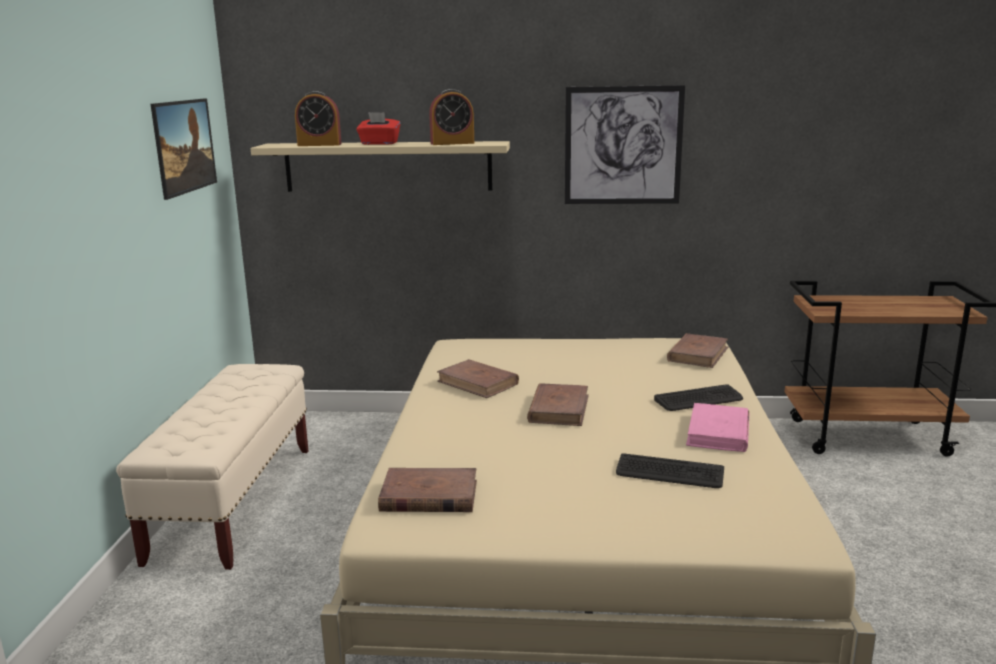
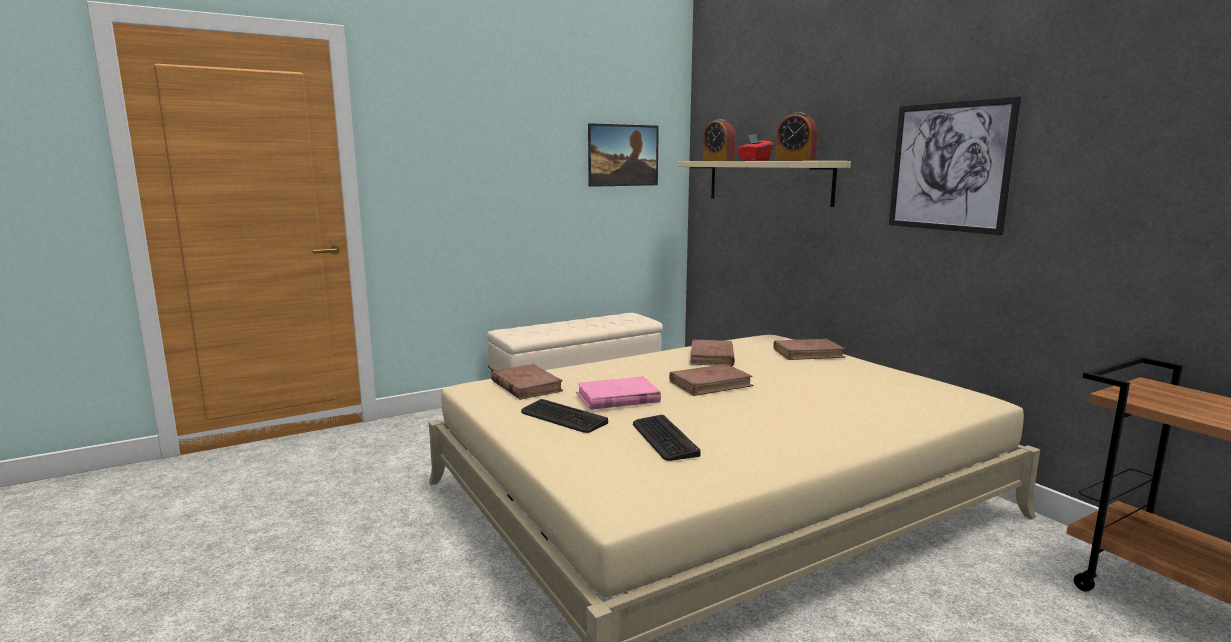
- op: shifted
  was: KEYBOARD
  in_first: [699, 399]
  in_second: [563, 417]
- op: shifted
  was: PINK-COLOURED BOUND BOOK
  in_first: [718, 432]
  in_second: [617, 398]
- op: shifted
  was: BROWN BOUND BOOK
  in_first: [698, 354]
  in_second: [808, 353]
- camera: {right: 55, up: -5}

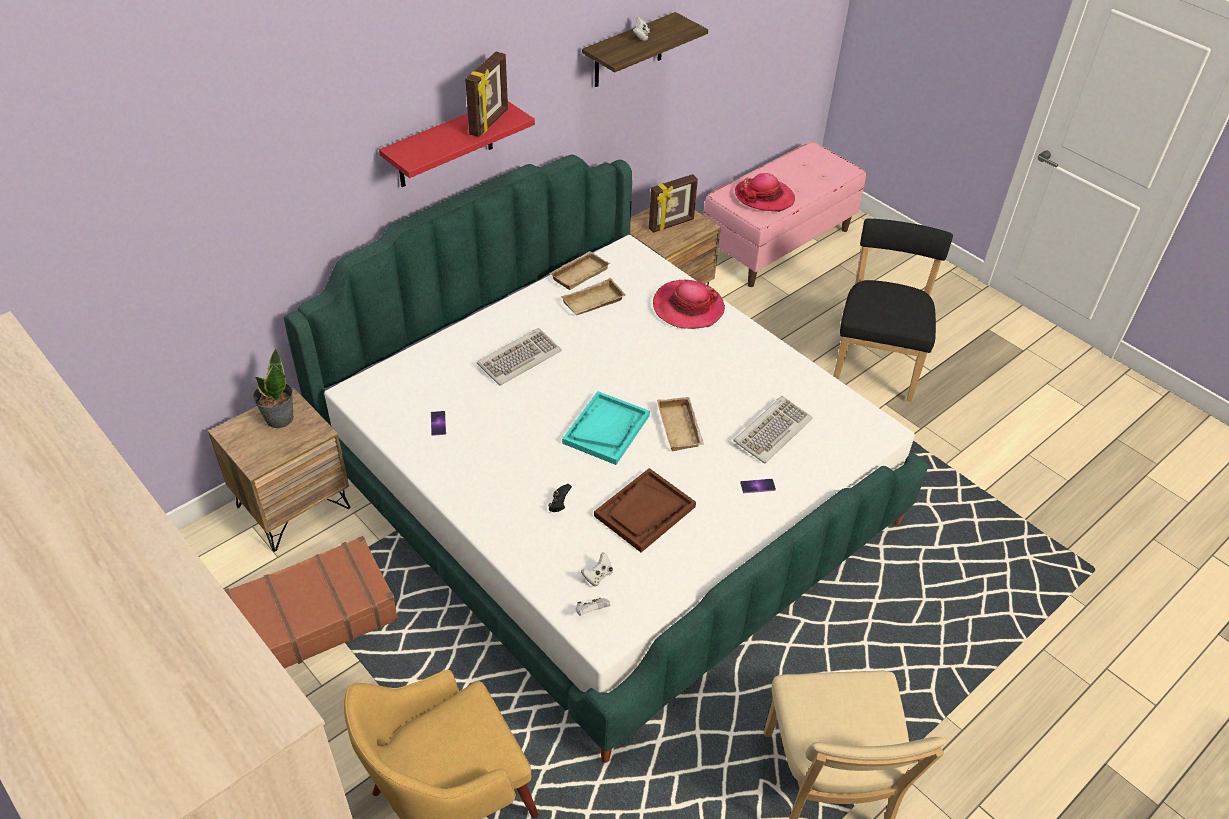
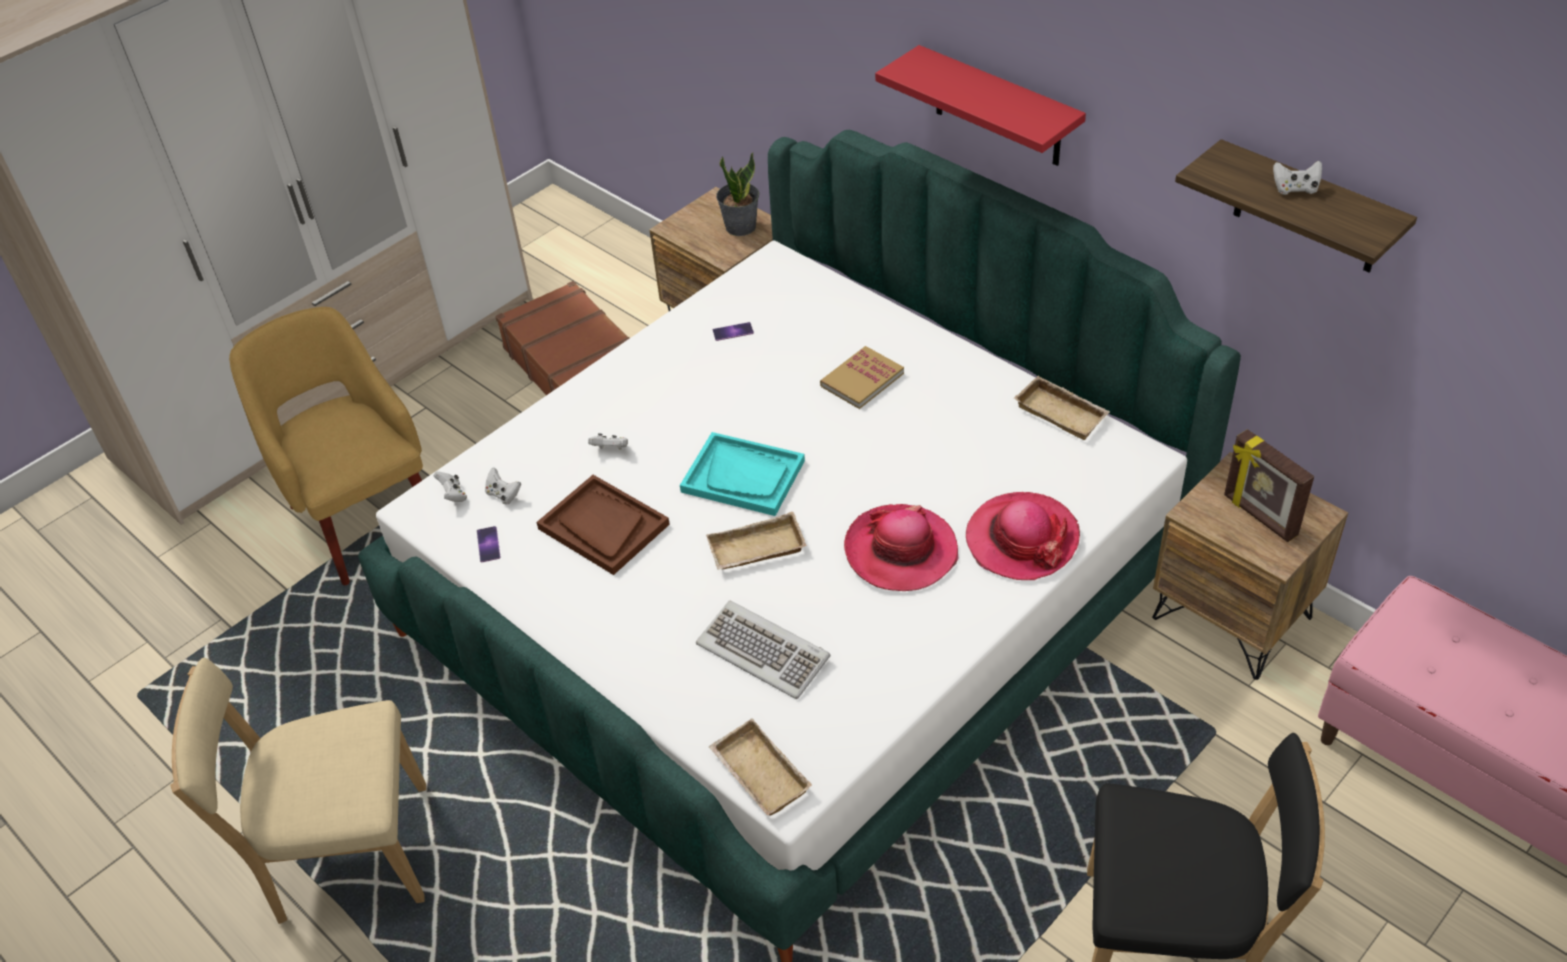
- op: shifted
  was: TELEPHONE
  in_first: [757, 486]
  in_second: [488, 544]
- op: repainted
  was: BLACK-COLOURED GAME CONTROLLER
  now: WHITISH GAME CONTROLLER
  in_first: [559, 504]
  in_second: [611, 449]
- op: shifted
  was: BEIGE SERVING TRAY
  in_first: [593, 303]
  in_second: [757, 774]
- op: swapped
  was: KEYBOARD
  now: BOUND BOOK
  in_first: [519, 358]
  in_second: [862, 380]
- op: shifted
  was: HAT
  in_first: [764, 197]
  in_second: [901, 551]
- op: gone
  was: PICTURE FRAME
  in_first: [490, 122]
- camera: {right: 90, up: 0}

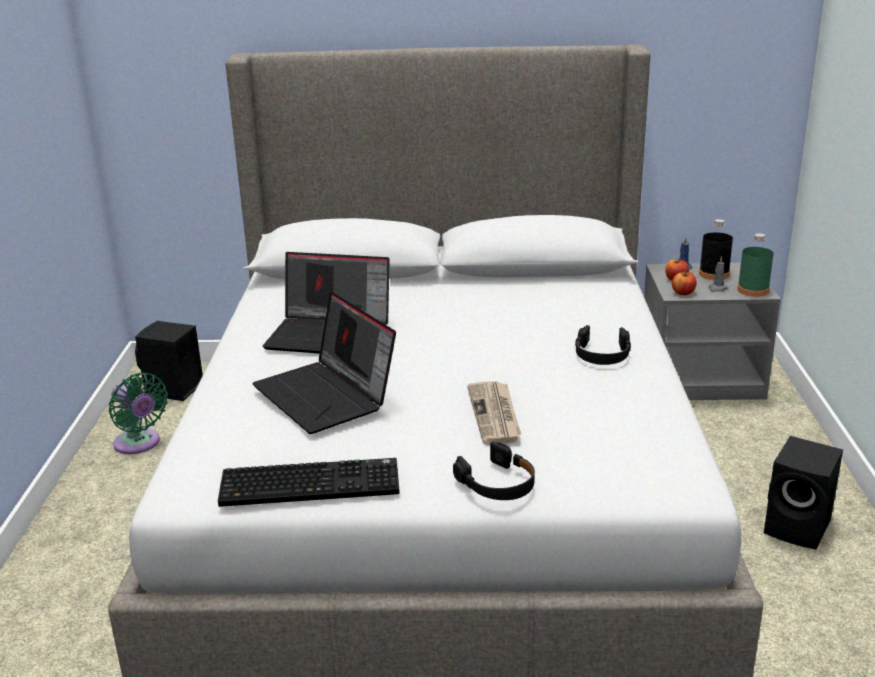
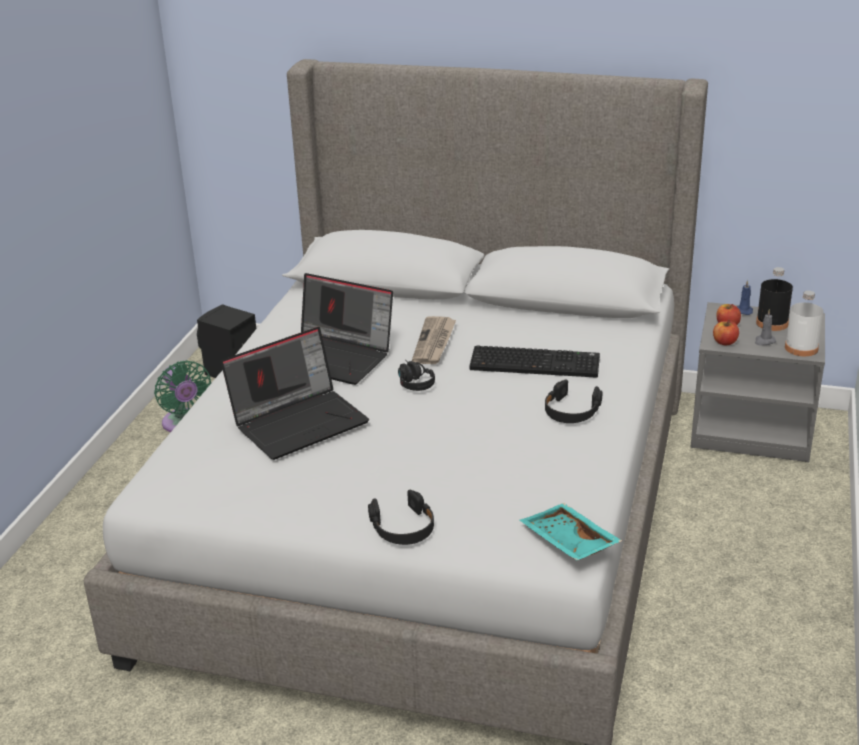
- op: rotated
  was: PORTABLE COMPUTER
  in_first: [327, 396]
  in_second: [300, 421]
  clockwise: -105
- op: new
  now: BLACK-COLOURED HEADPHONES
  in_second: [412, 382]
- op: shifted
  was: DAILY PAPER
  in_first: [495, 415]
  in_second: [434, 343]
- op: shifted
  was: KEYBOARD
  in_first: [312, 483]
  in_second: [536, 363]
- op: new
  now: BLUE-GREEN SERVING TRAY
  in_second: [567, 543]
- op: repainted
  was: GREENISH BOTTLE
  now: WHITISH BOTTLE
  in_first: [753, 290]
  in_second: [801, 348]
- op: gone
  was: BLACK-COLOURED AUDIO SPEAKER
  in_first: [799, 528]
- camera: {right: 15, up: 5}

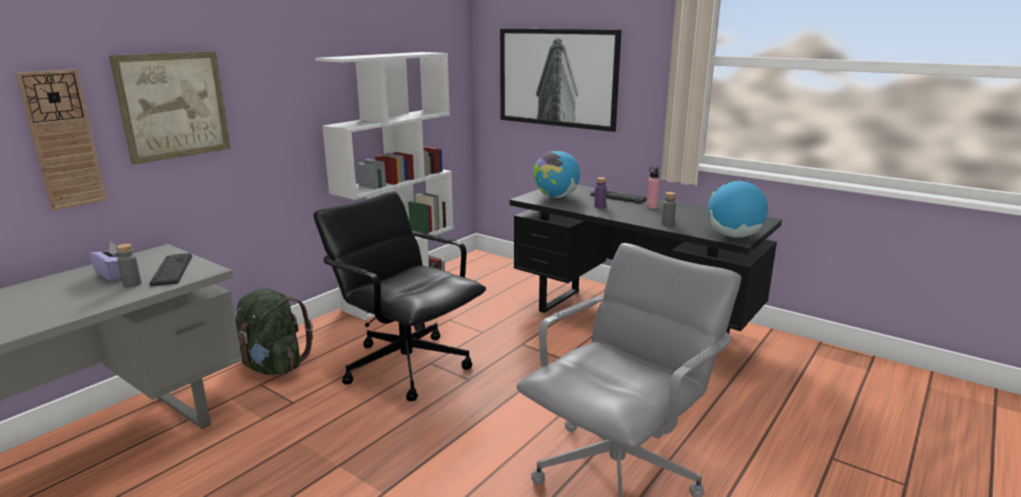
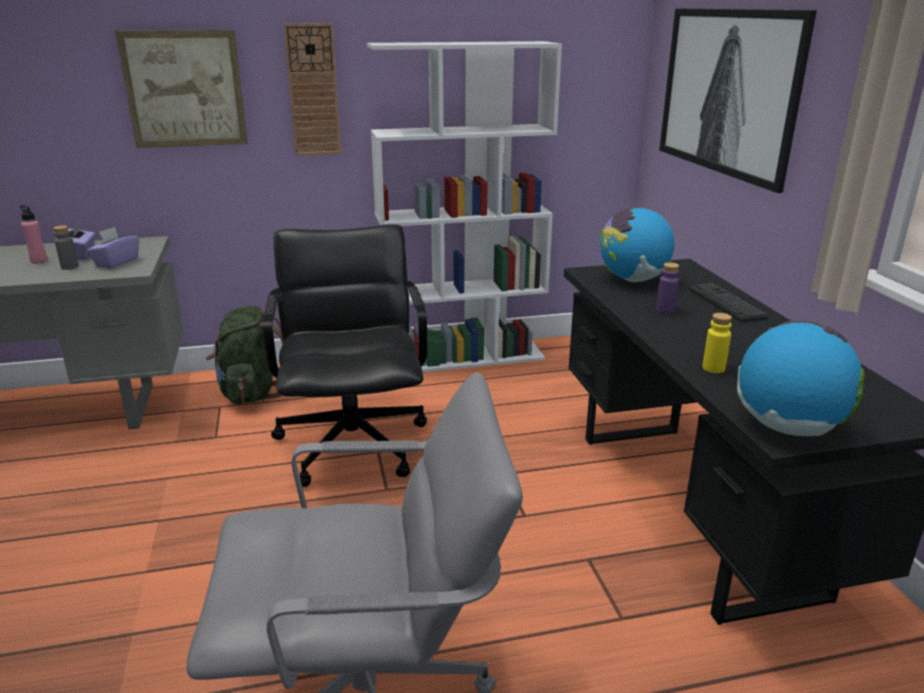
- op: shifted
  was: PINK-COLOURED BOTTLE
  in_first: [651, 207]
  in_second: [39, 261]
- op: swapped
  was: KEYBOARD
  now: PURPLE-COLOURED TISSUE BOX
  in_first: [172, 270]
  in_second: [116, 262]
- op: shifted
  was: CLOCK ON THE WALL
  in_first: [63, 140]
  in_second: [313, 91]
- op: repainted
  was: GRAY BOTTLE
  now: YELLOWISH BOTTLE
  in_first: [667, 224]
  in_second: [713, 368]
- camera: {right: 40, up: 5}

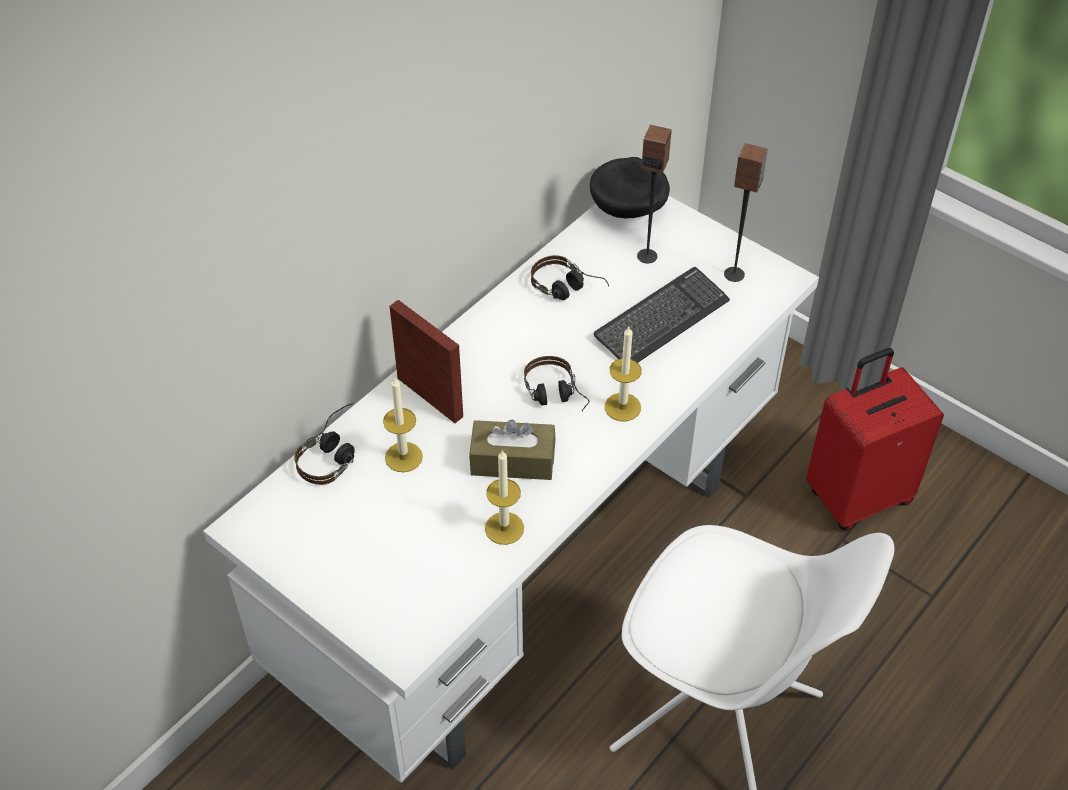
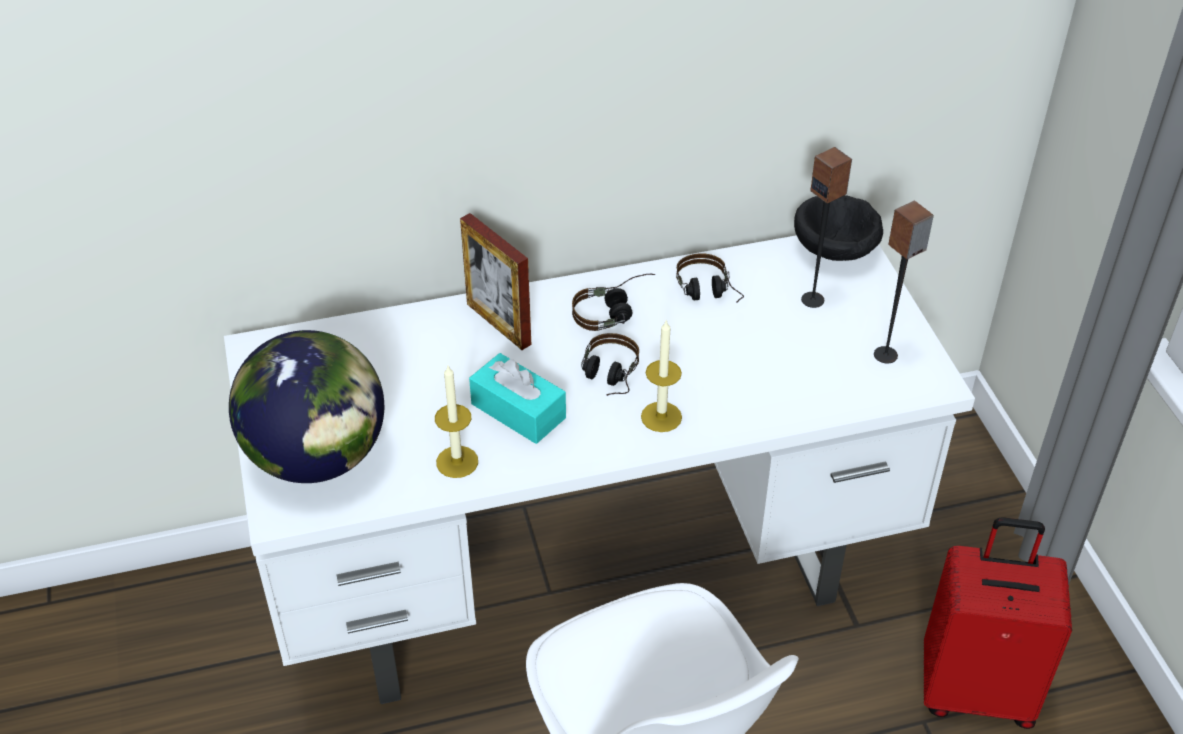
- op: new
  now: DESK GLOBE
  in_second: [318, 457]
- op: rotated
  was: PICTURE FRAME
  in_first: [430, 397]
  in_second: [498, 324]
  clockwise: 150
- op: repainted
  was: BROWN TISSUE BOX
  now: BLUE-GREEN TISSUE BOX
  in_first: [512, 461]
  in_second: [518, 411]
- op: shifted
  was: HEADPHONES
  in_first: [334, 453]
  in_second: [615, 311]
- op: gone
  was: CANDLE
  in_first: [403, 457]
- op: gone
  was: KEYBOARD
  in_first: [661, 320]
- camera: {right: 35, up: -5}

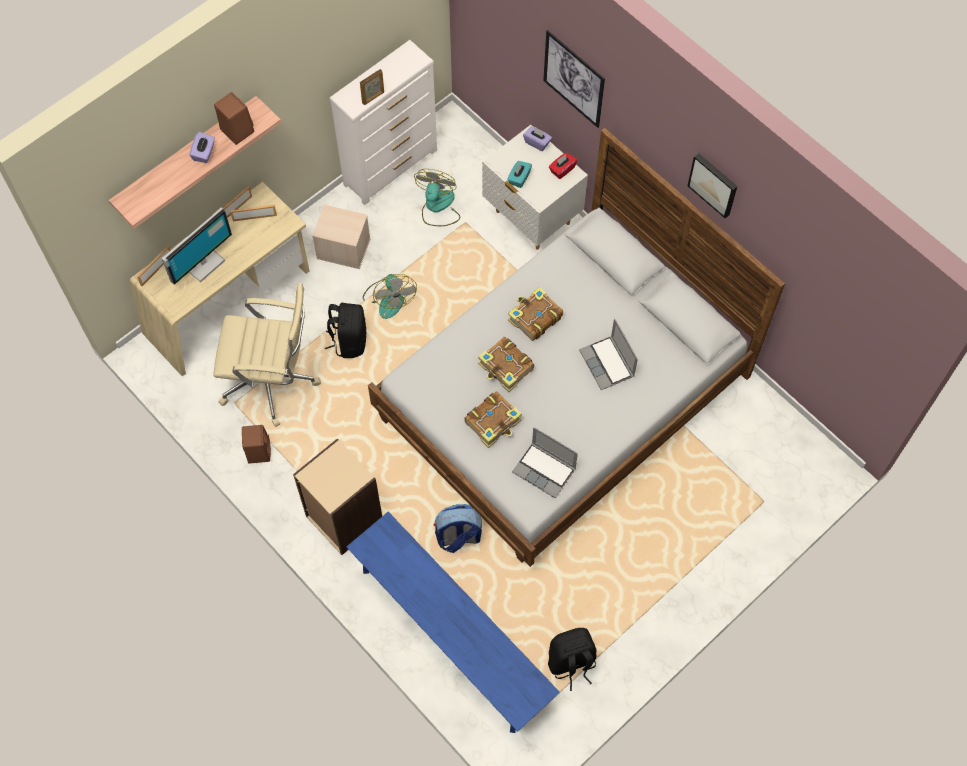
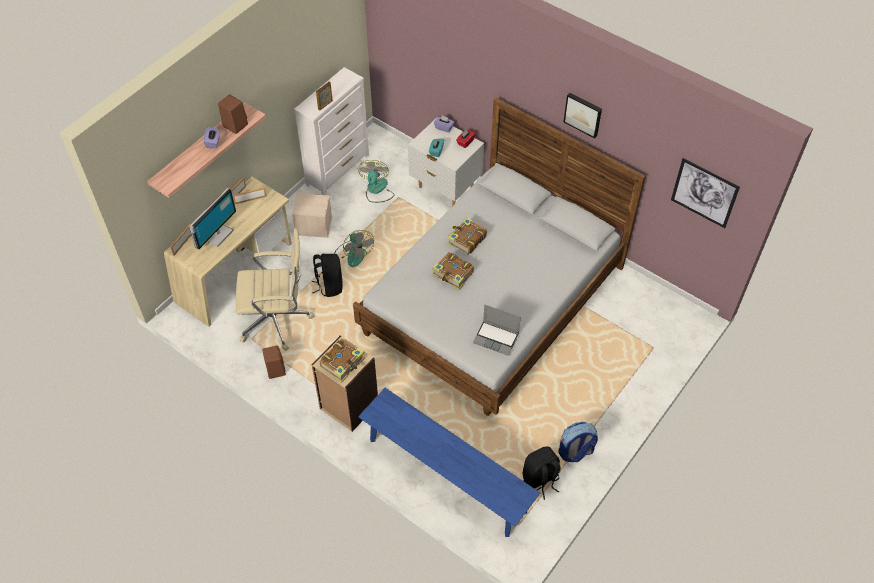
- op: shifted
  was: BOUND BOOK
  in_first: [493, 422]
  in_second: [343, 363]
- op: shifted
  was: KNAPSACK
  in_first: [458, 537]
  in_second: [575, 452]
- op: shifted
  was: PICTURE
  in_first: [573, 79]
  in_second: [704, 193]
- op: gone
  was: PORTABLE COMPUTER
  in_first: [608, 364]
- camera: {right: -10, up: -10}

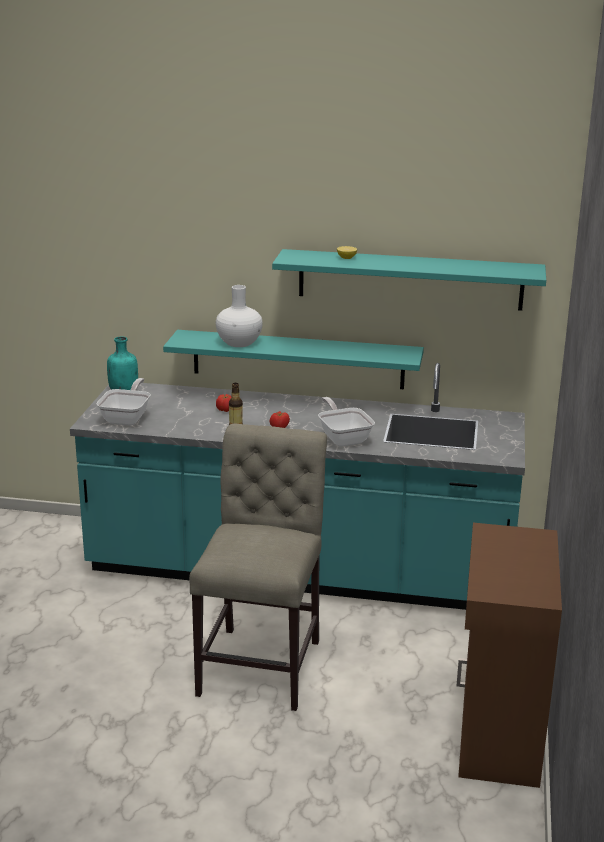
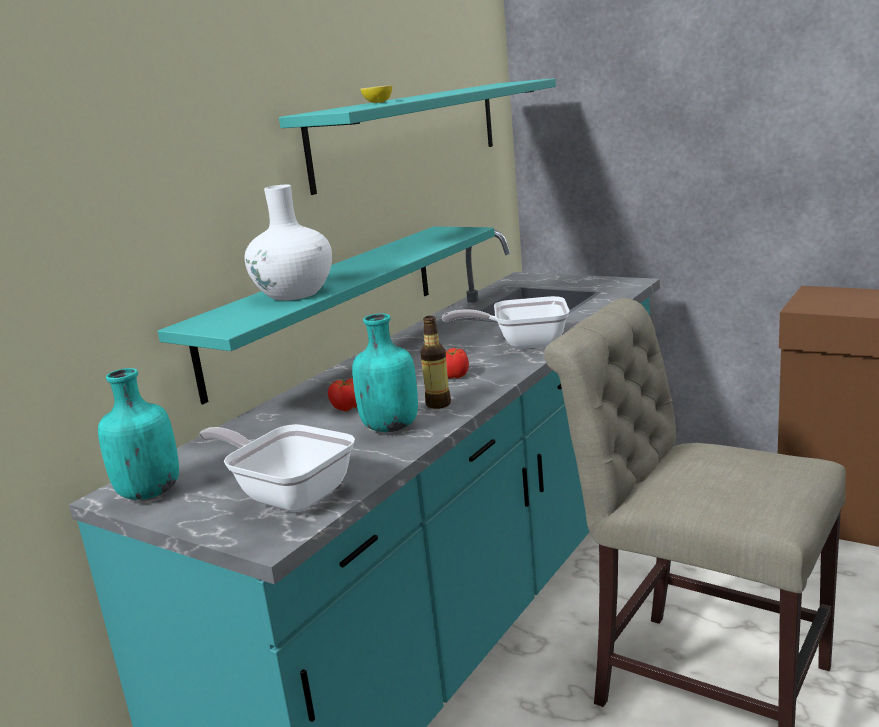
- op: new
  now: BLUE-GREEN BOTTLE
  in_second: [390, 427]
- camera: {right: -65, up: -5}

